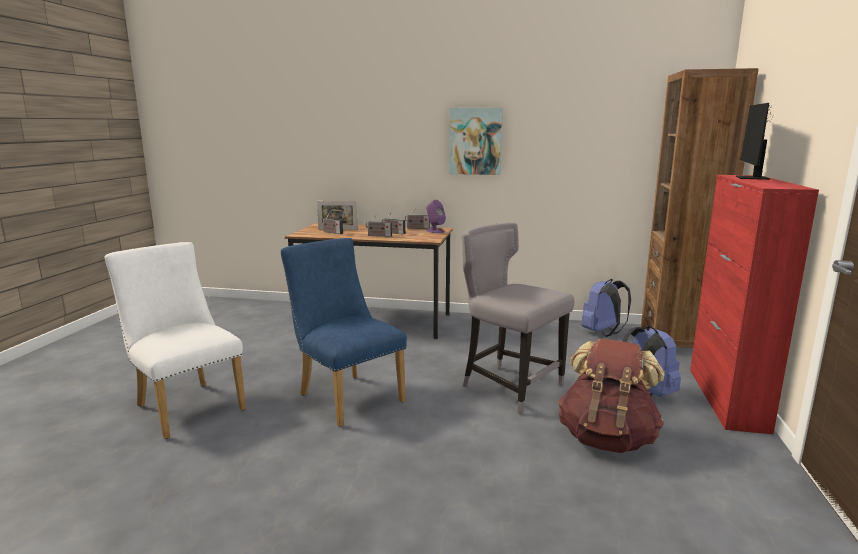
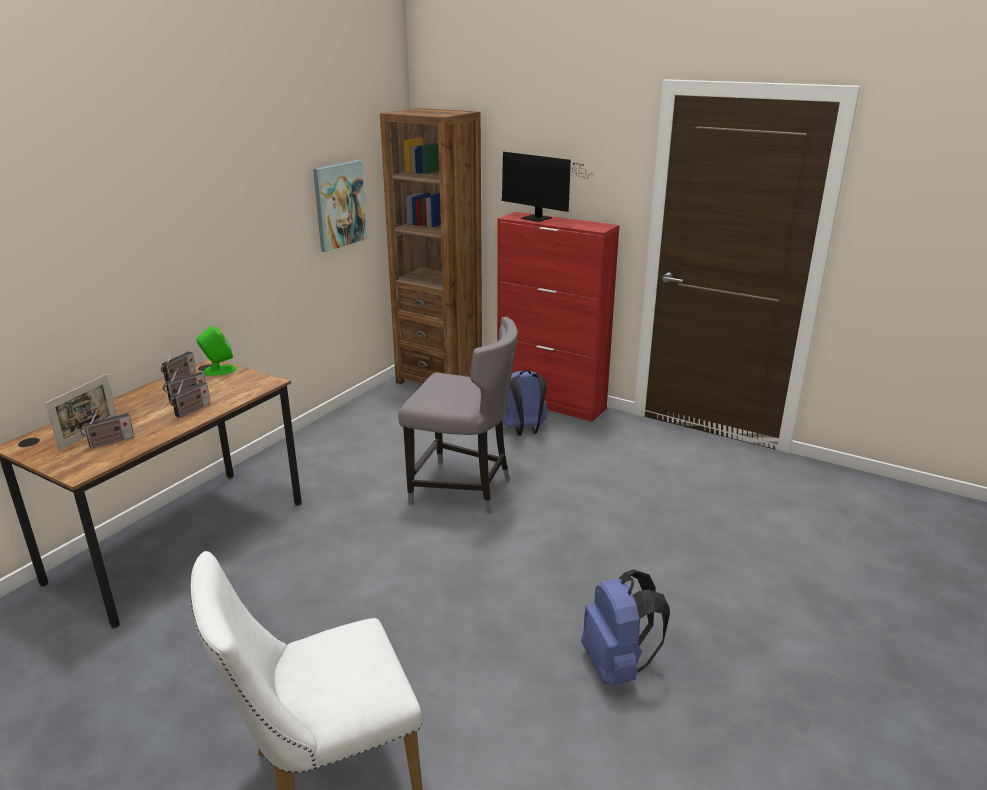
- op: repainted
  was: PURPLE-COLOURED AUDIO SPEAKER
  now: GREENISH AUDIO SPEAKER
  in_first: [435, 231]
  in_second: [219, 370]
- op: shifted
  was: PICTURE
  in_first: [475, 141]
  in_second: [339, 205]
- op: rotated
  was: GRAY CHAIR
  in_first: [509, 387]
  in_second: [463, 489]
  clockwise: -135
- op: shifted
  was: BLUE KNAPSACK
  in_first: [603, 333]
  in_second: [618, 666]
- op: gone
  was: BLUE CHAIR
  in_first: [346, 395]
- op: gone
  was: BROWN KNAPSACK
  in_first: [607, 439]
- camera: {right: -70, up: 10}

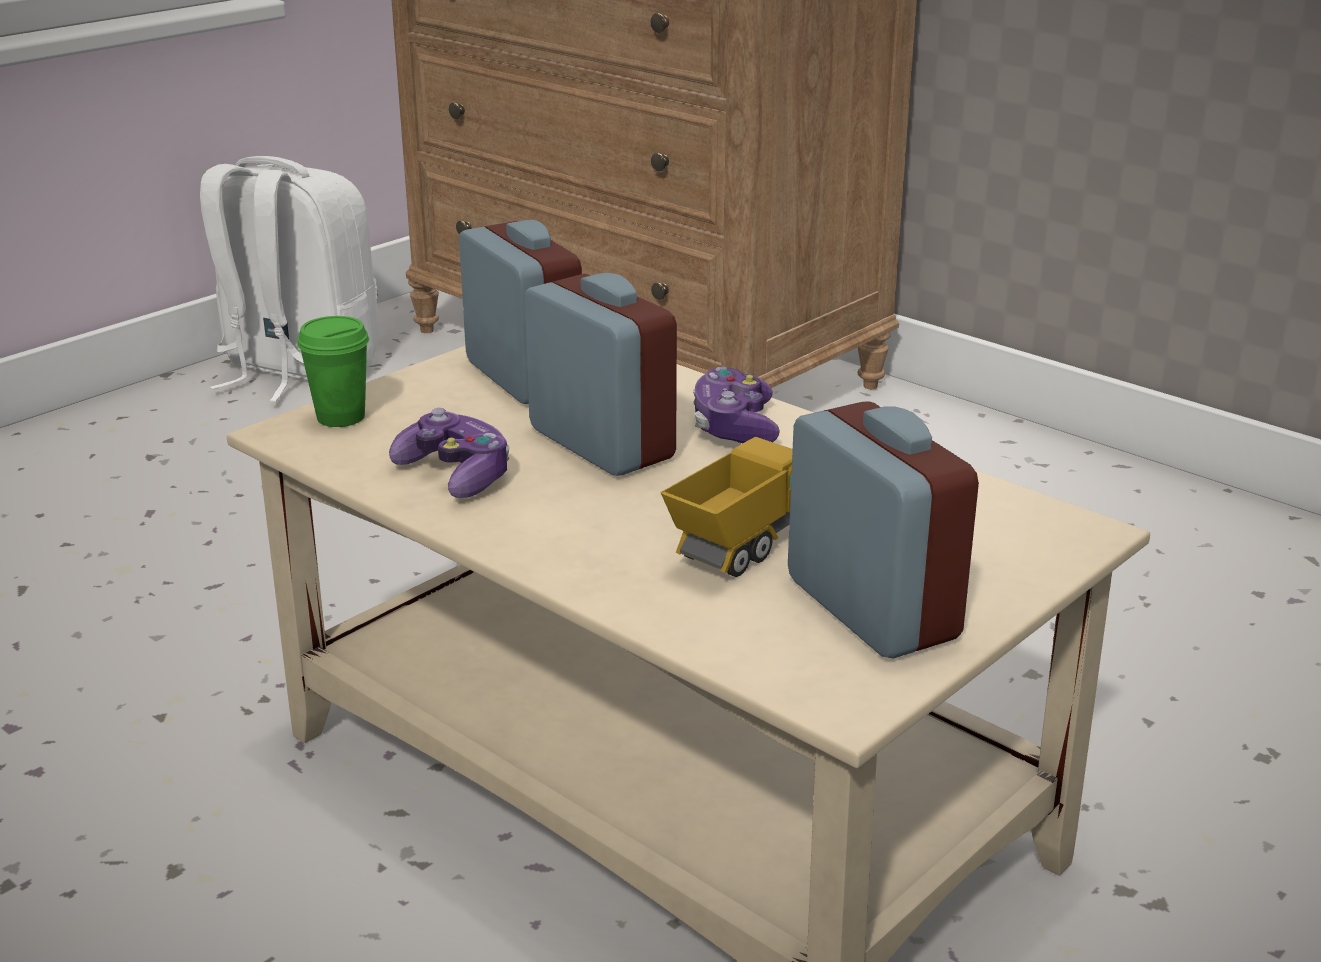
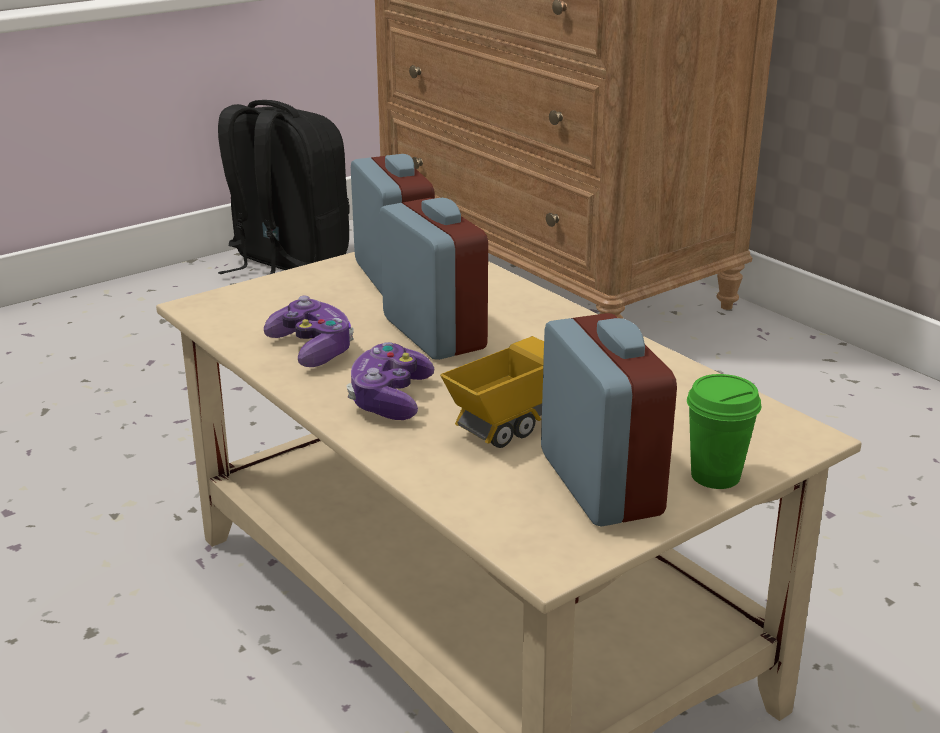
- op: repainted
  was: WHITISH KNAPSACK
  now: BLACK-COLOURED KNAPSACK
  in_first: [296, 370]
  in_second: [286, 263]
- op: shifted
  was: GAME CONTROLLER
  in_first: [734, 427]
  in_second: [390, 399]
- op: shifted
  was: GREENISH DRINKING CUP
  in_first: [341, 417]
  in_second: [715, 476]
- camera: {right: 10, up: 0}

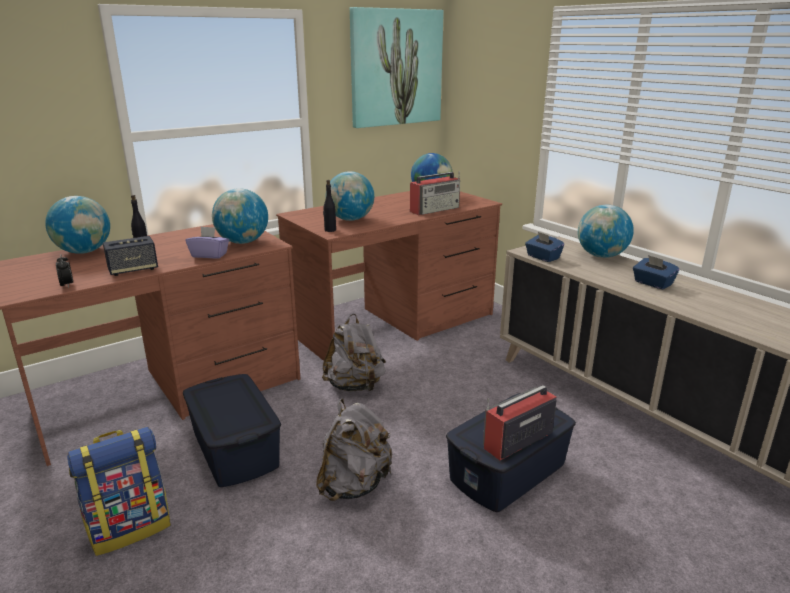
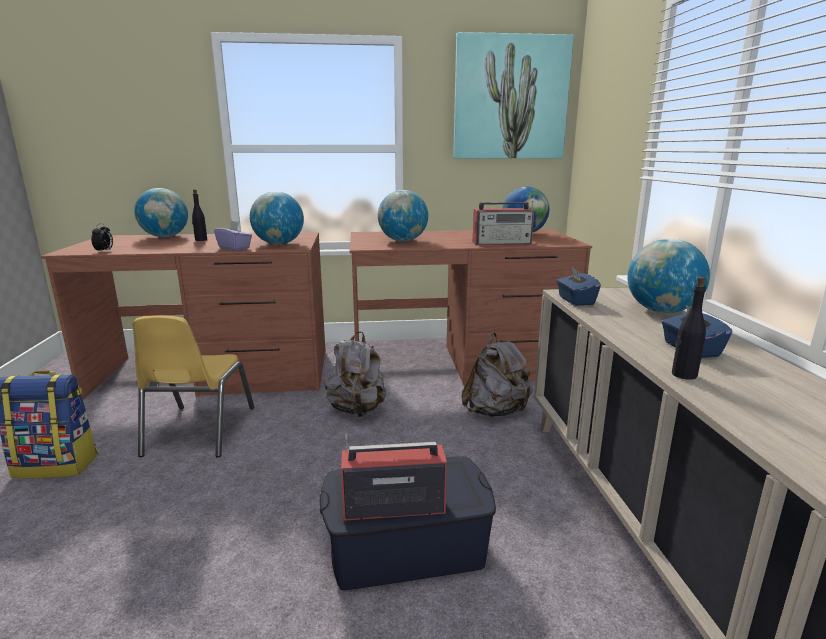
- op: swapped
  was: BLUE STORAGE BOX
  now: YELLOWISH CHAIR
  in_first: [234, 449]
  in_second: [199, 431]
- op: shifted
  was: GRAY KNAPSACK
  in_first: [354, 485]
  in_second: [496, 411]
- op: shifted
  was: BLACK-COLOURED BOTTLE
  in_first: [330, 230]
  in_second: [683, 375]
- op: gone
  was: AUDIO SPEAKER
  in_first: [133, 270]
- camera: {right: 30, up: -5}

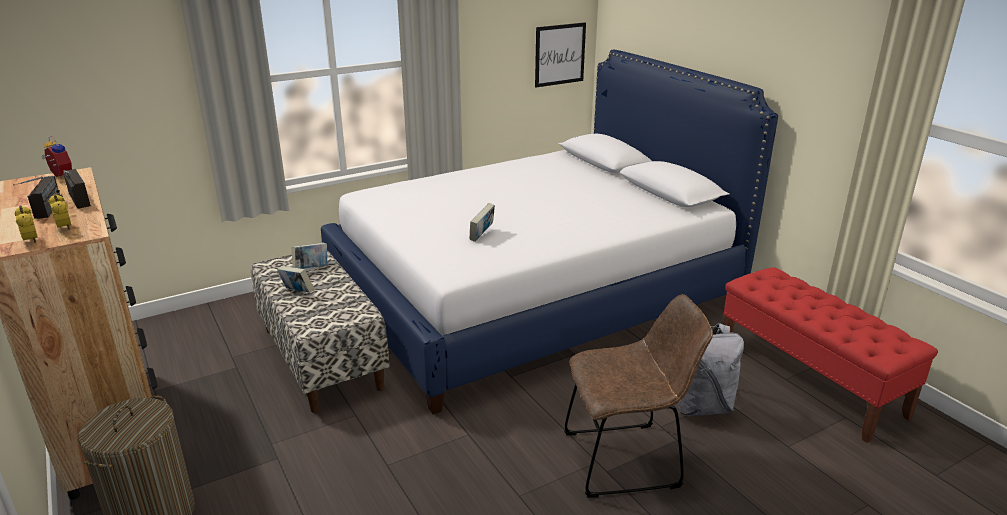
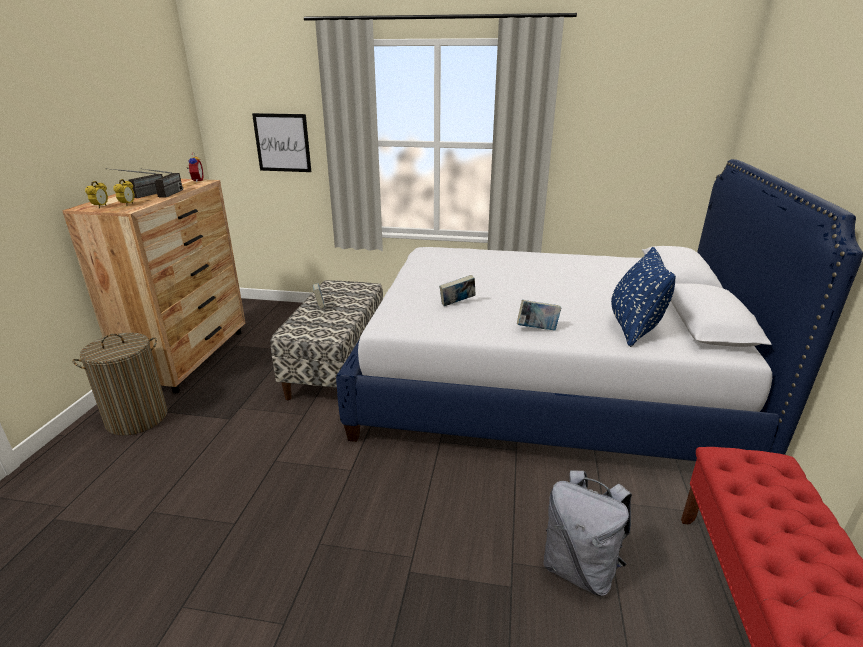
- op: shifted
  was: PICTURE
  in_first: [560, 54]
  in_second: [282, 143]
- op: shifted
  was: BOUND BOOK
  in_first: [311, 268]
  in_second: [537, 329]
- op: new
  now: BLUE CUSHION
  in_second: [633, 328]
- op: gone
  was: BROWN CHAIR
  in_first: [627, 459]
- camera: {right: 40, up: 0}

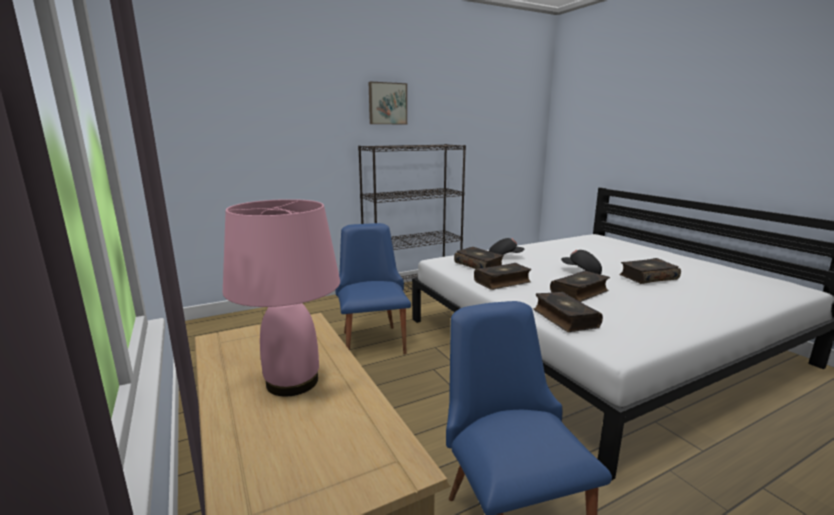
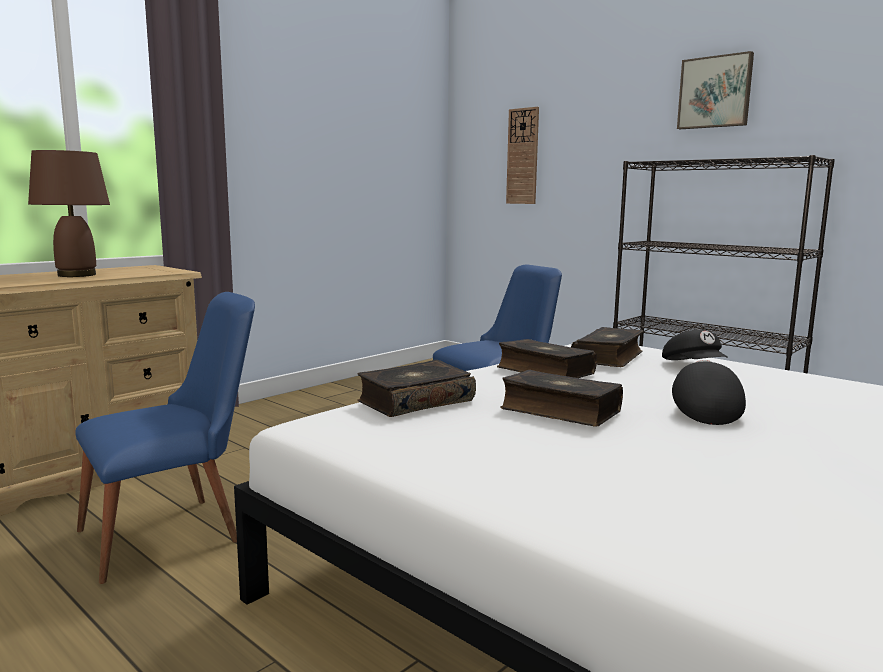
- op: repainted
  was: PINK-COLOURED TABLE LAMP
  now: BROWN TABLE LAMP
  in_first: [293, 382]
  in_second: [76, 275]
- op: new
  now: CLOCK ON THE WALL
  in_second: [522, 156]
- op: gone
  was: BOUND BOOK
  in_first: [647, 277]
- camera: {right: 70, up: -5}

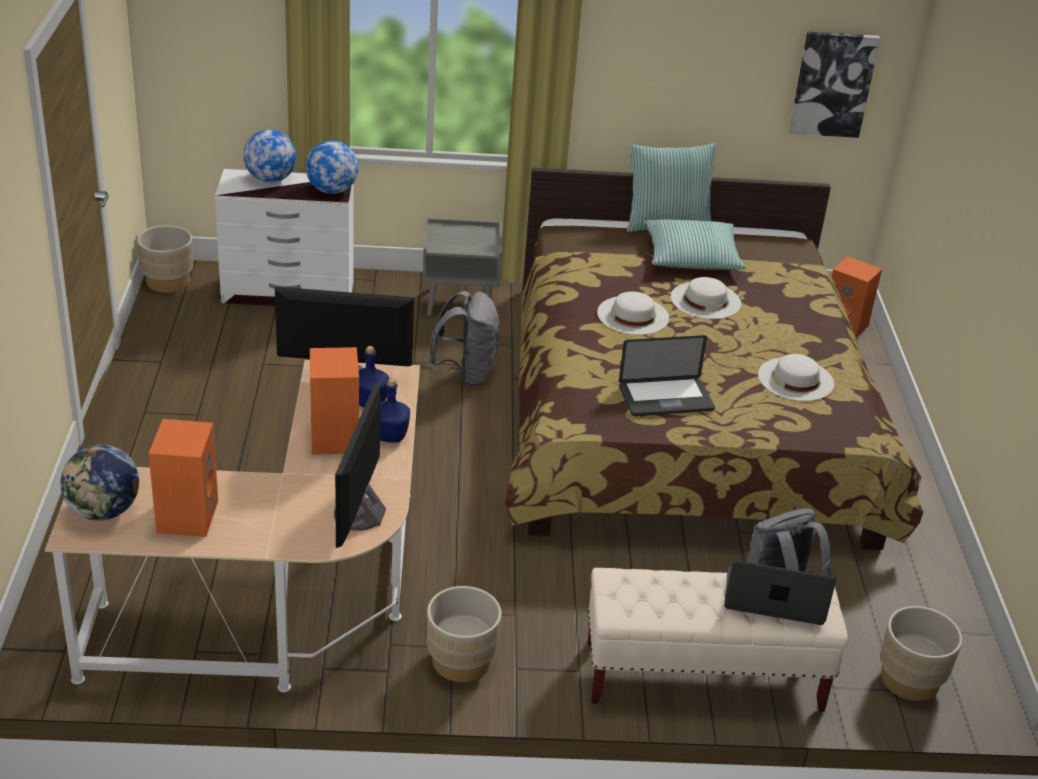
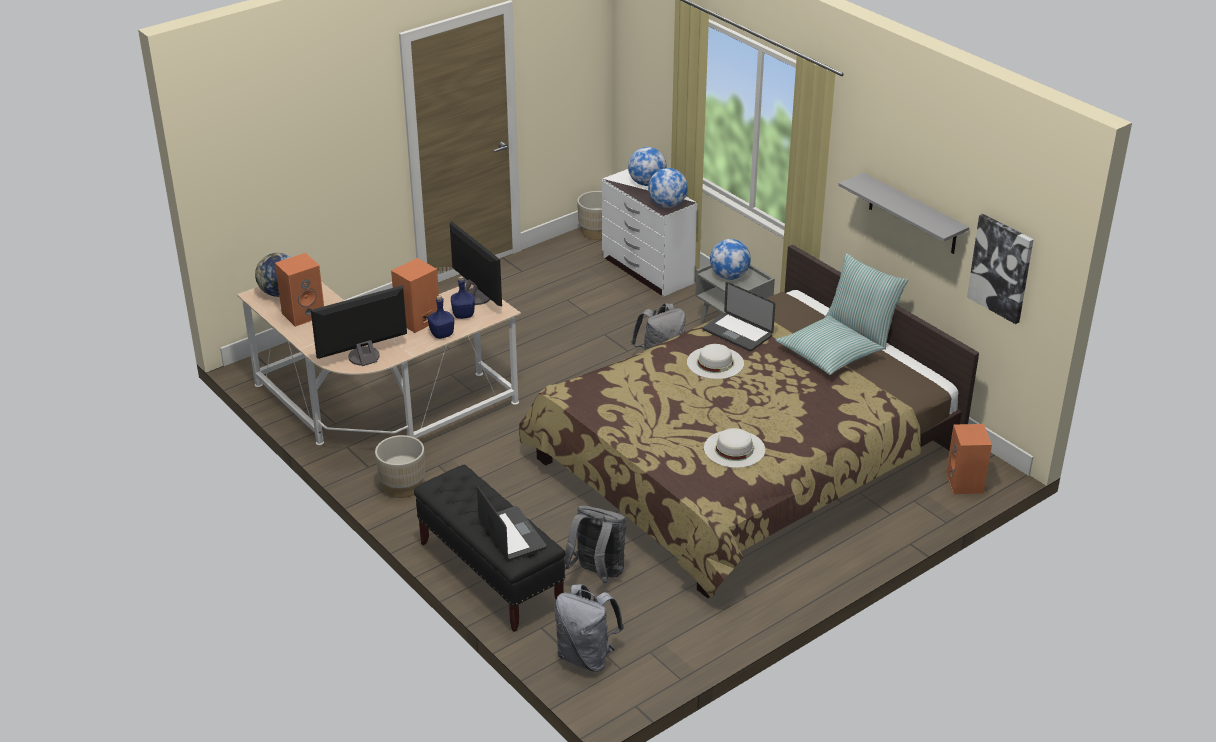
- op: repainted
  was: BEIGE BENCH
  now: BLACK-COLOURED BENCH
  in_first: [702, 677]
  in_second: [490, 574]
- op: swapped
  was: BEIGE PLANT POT
  now: GRAY KNAPSACK
  in_first: [910, 680]
  in_second: [586, 657]
- op: shifted
  was: PORTABLE COMPUTER
  in_first: [666, 398]
  in_second: [737, 333]
- op: new
  now: DESK GLOBE
  in_second: [729, 276]
- op: new
  now: GRAY BRACKET SHELF
  in_second: [912, 214]
- op: gone
  was: WHITISH HAT
  in_first: [705, 300]
- camera: {right: 55, up: 0}

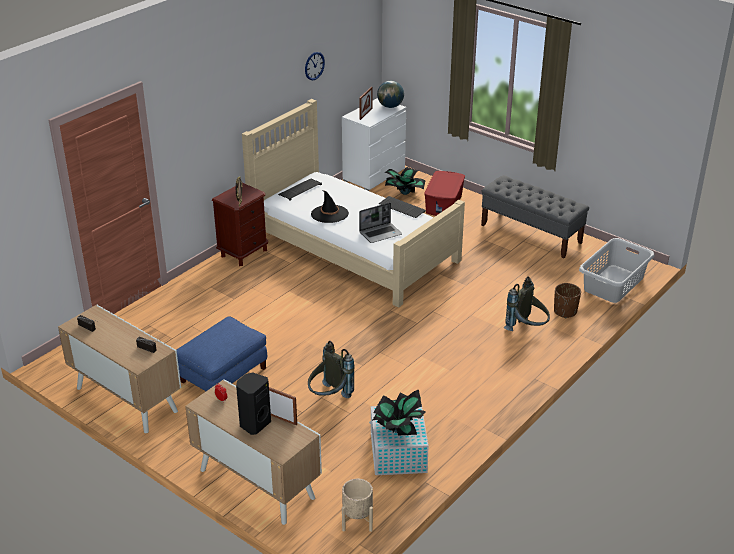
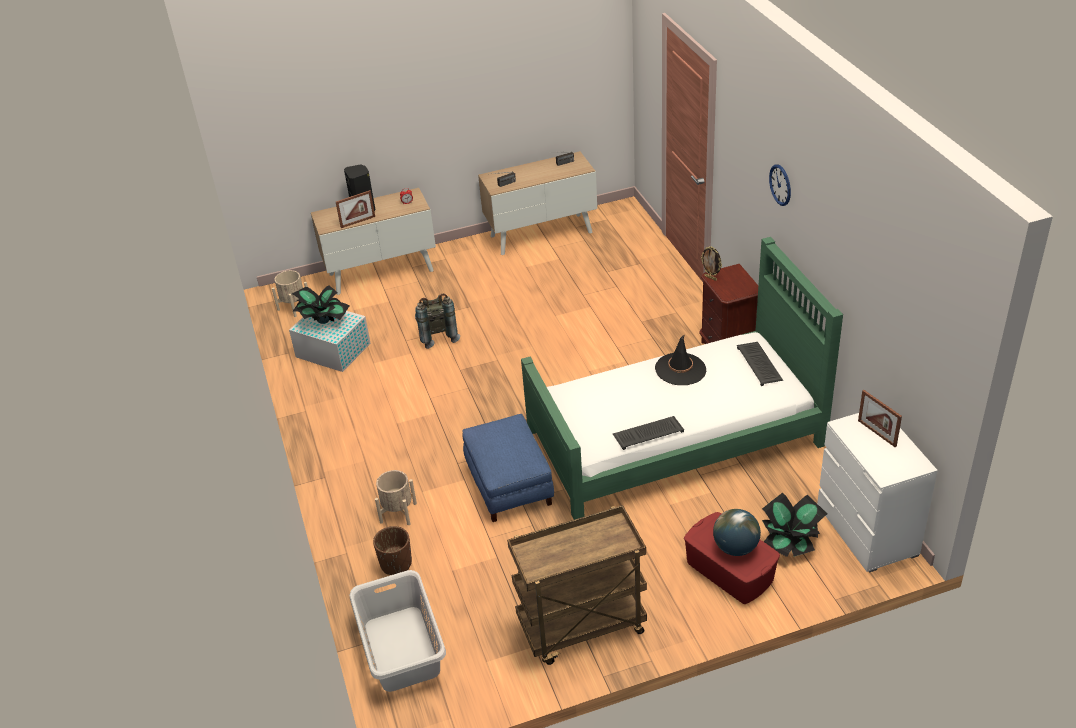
- op: swapped
  was: GRAY KNAPSACK
  now: BEIGE PLANT POT
  in_first: [527, 329]
  in_second: [398, 512]
- op: shifted
  was: BLUE OTTOMAN
  in_first: [223, 374]
  in_second: [510, 485]
- op: swapped
  was: GRAY BENCH
  now: BROWN TROLLEY
  in_first: [531, 234]
  in_second: [581, 628]
- op: repainted
  was: BEIGE BED
  now: GREENISH BED
  in_first: [352, 248]
  in_second: [675, 436]
- op: shifted
  was: DESK GLOBE
  in_first: [390, 106]
  in_second: [736, 548]
- op: shifted
  was: CLOCK ON THE WALL
  in_first: [314, 66]
  in_second: [780, 185]
- op: gone
  was: PORTABLE COMPUTER
  in_first: [380, 233]
- camera: {right: 125, up: 5}

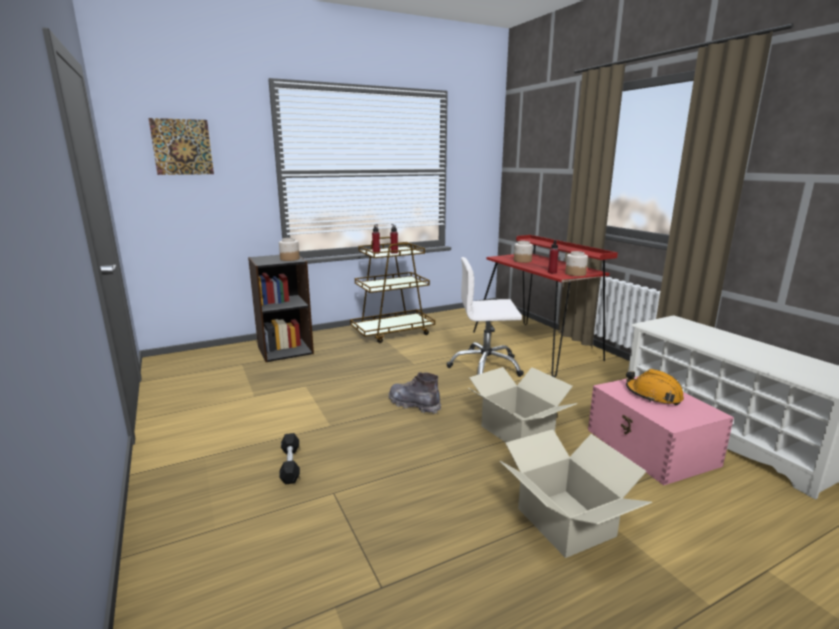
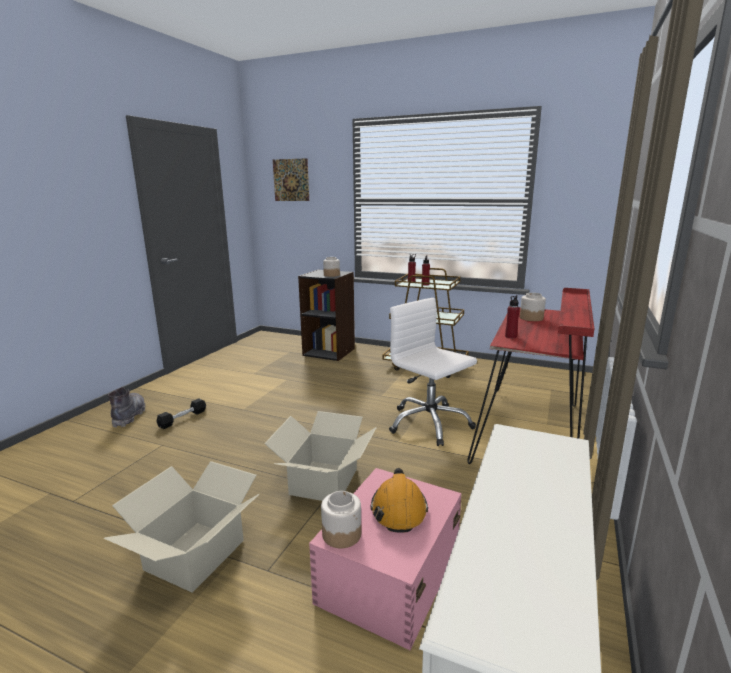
- op: shifted
  was: GRAY HIGH-TOP BOOT
  in_first: [414, 405]
  in_second: [129, 415]
- op: shifted
  was: PRESERVE JAR
  in_first: [575, 273]
  in_second: [342, 534]
- camera: {right: 50, up: 0}

